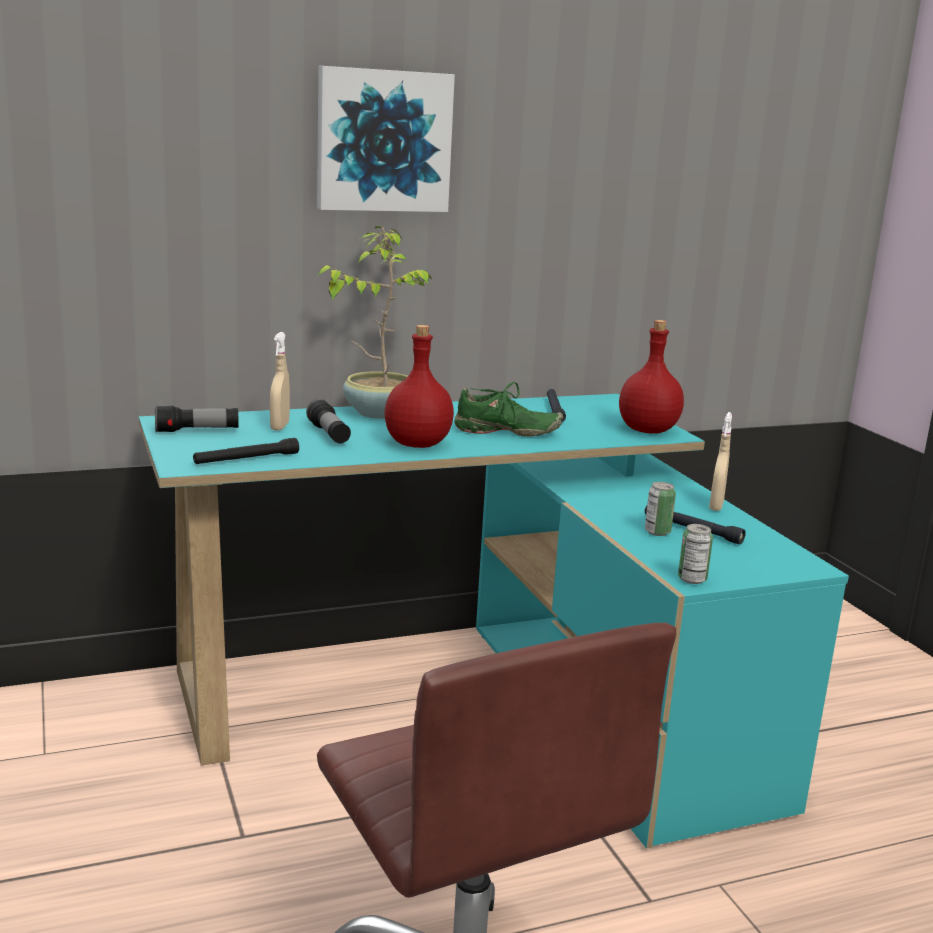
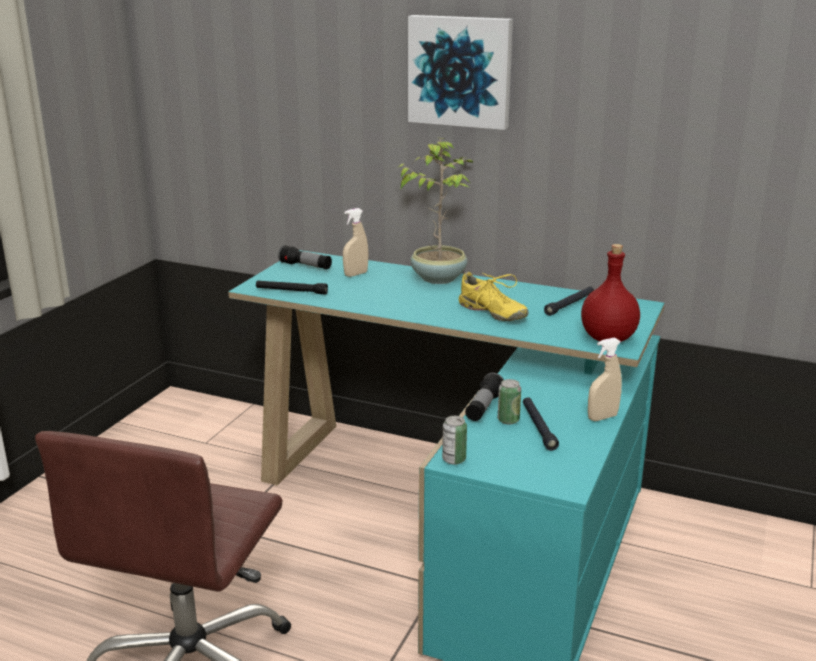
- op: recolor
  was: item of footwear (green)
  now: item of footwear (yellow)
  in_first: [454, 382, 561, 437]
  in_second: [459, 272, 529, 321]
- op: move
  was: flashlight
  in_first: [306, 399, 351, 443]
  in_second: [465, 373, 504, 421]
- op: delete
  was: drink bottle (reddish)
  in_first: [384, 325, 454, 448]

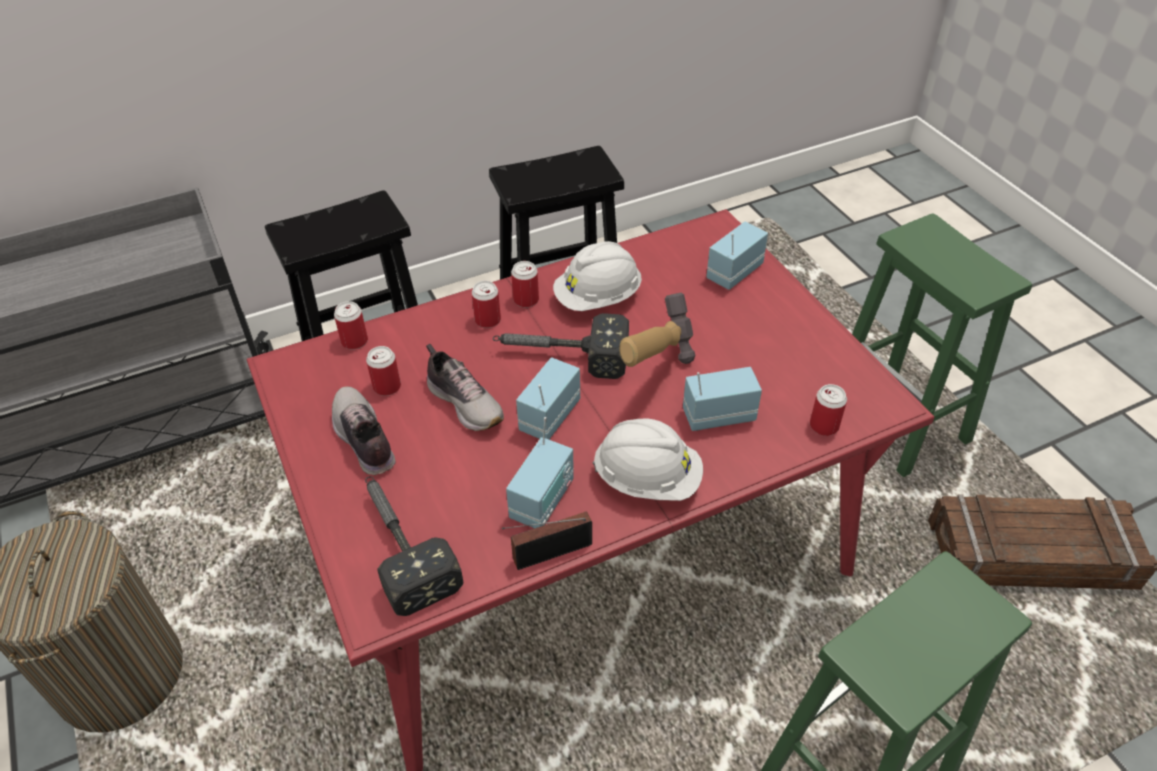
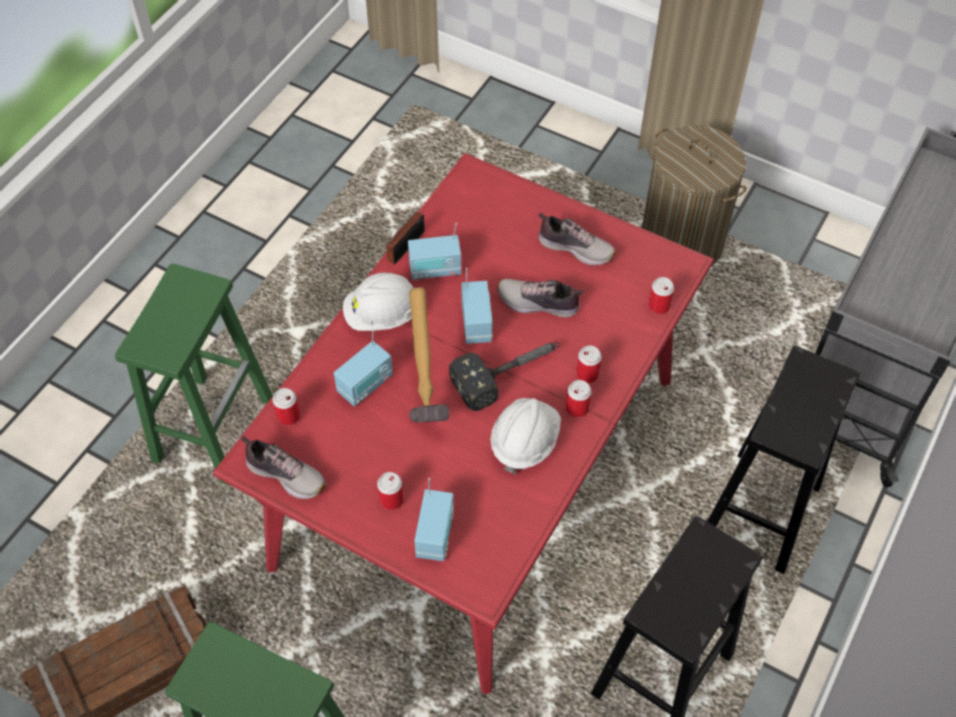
- op: insert
  now: item of footwear
  in_second: [241, 436, 326, 500]
- op: move
  was: sealed can
  in_first: [366, 346, 401, 396]
  in_second: [377, 472, 404, 510]
- op: rotate
  was: radio set
  in_first: [506, 417, 574, 528]
  in_second: [408, 223, 461, 280]
  clockwise: -90
- op: delete
  was: hand hammer
  in_first: [365, 476, 464, 616]

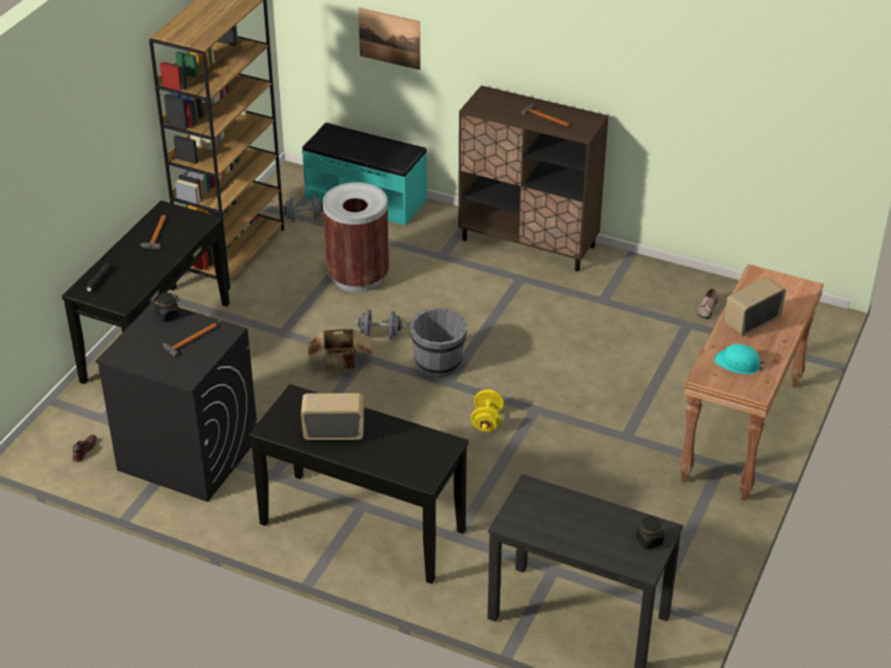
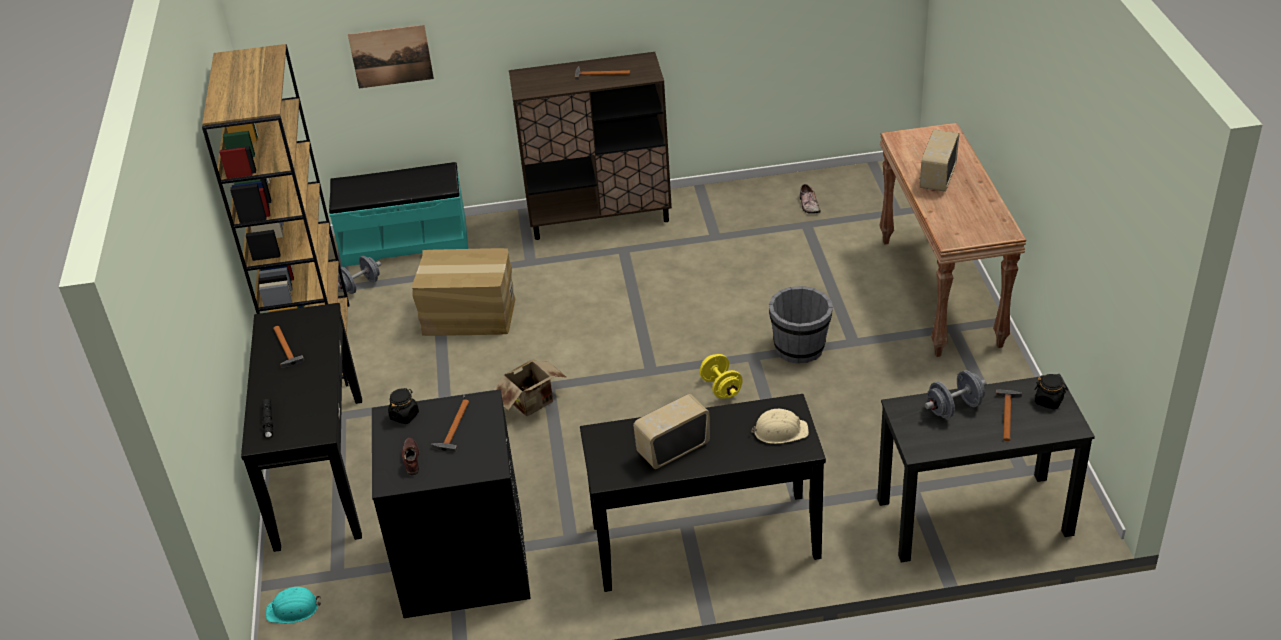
- op: move
  was: hard hat (blue-green)
  in_first: [714, 344, 765, 375]
  in_second: [266, 587, 321, 623]
- op: move
  was: item of footwear (brown-coloured)
  in_first: [72, 434, 97, 462]
  in_second: [402, 438, 419, 476]
- op: replace
  was: trash can (brown-coloured)
  now: carton
  in_first: [323, 182, 389, 293]
  in_second: [412, 248, 515, 336]
- op: insert
  now: hard hat (beige-coloured)
  in_second: [751, 409, 809, 444]
- op: move
  was: pail (grey)
  in_first: [410, 308, 467, 378]
  in_second: [769, 286, 833, 364]
- op: move
  was: free weight (grey)
  in_first: [354, 309, 406, 339]
  in_second: [925, 370, 987, 419]
- op: insert
  now: hand hammer
  in_second: [996, 389, 1022, 441]

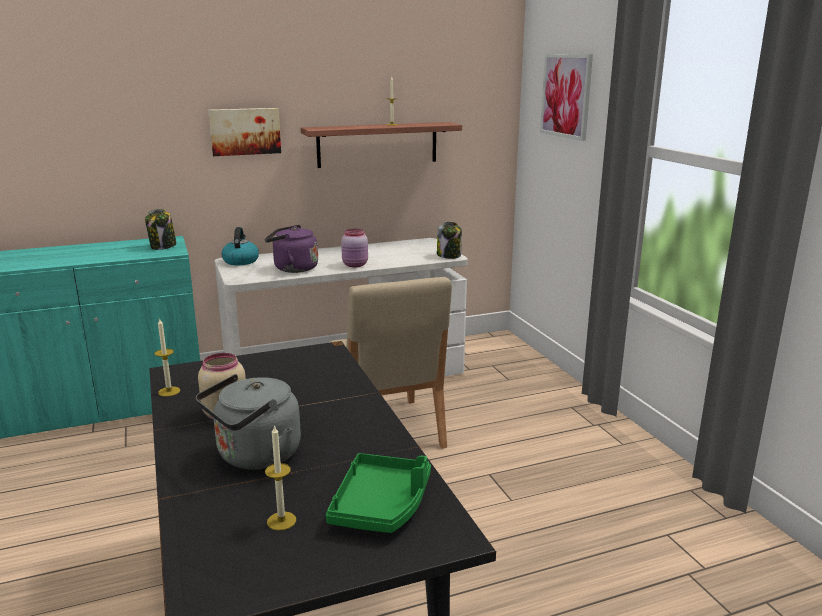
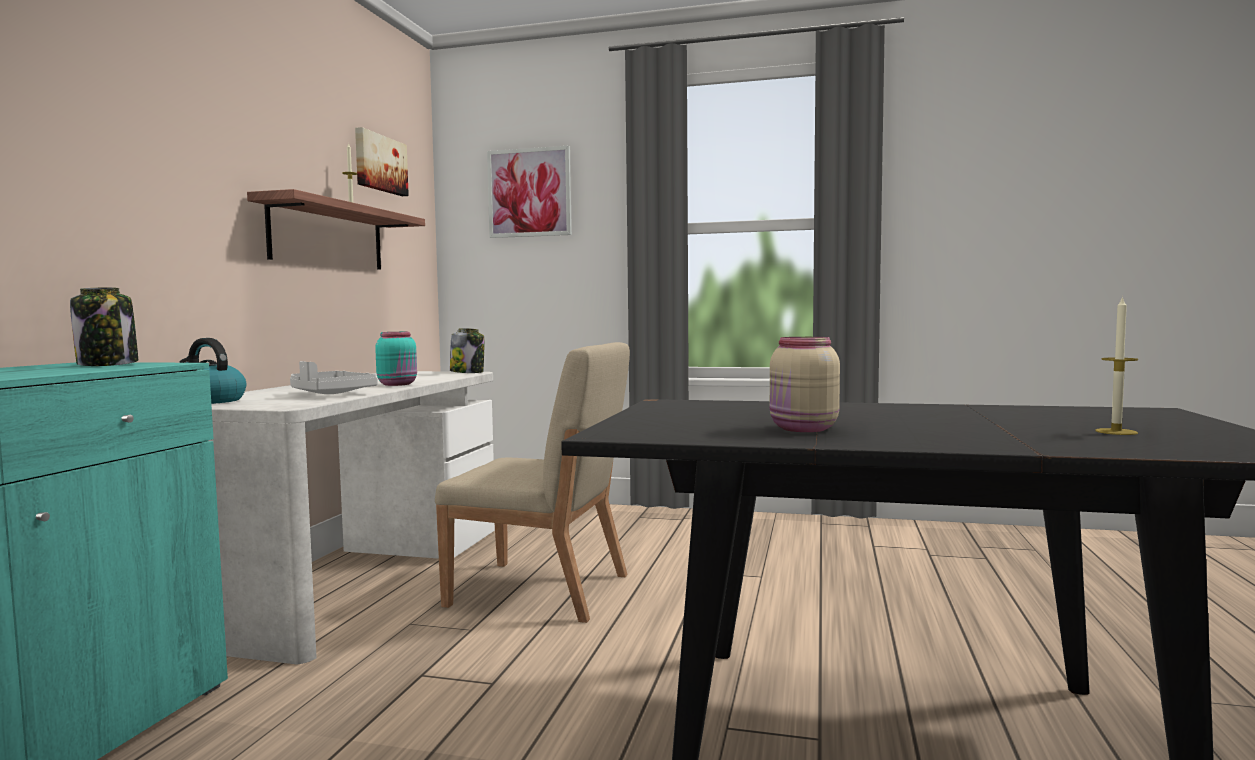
- op: replace
  was: tea kettle (purple-coloured)
  now: tray (grey)
  in_first: [265, 225, 318, 273]
  in_second: [290, 361, 378, 394]
- op: move
  was: wall picture
  in_first: [208, 108, 281, 156]
  in_second: [355, 127, 409, 196]
- op: recolor
  was: preserve jar (pink-coloured)
  now: preserve jar (blue-green)
  in_first: [341, 229, 368, 267]
  in_second: [375, 332, 417, 386]
- op: delete
  was: candle
  in_first: [155, 319, 180, 397]
- op: delete
  was: tea kettle (grey)
  in_first: [196, 374, 301, 470]
- op: delete
  was: tray (green)
  in_first: [326, 453, 431, 533]

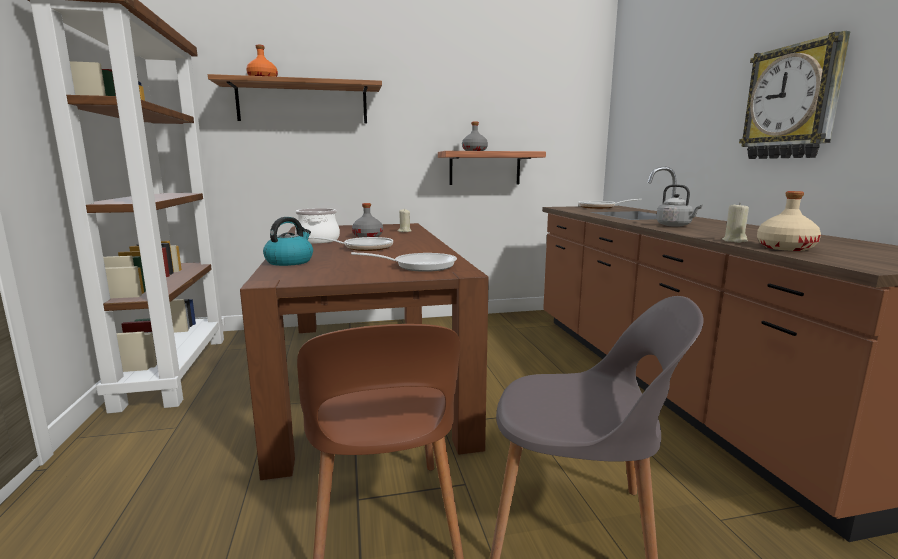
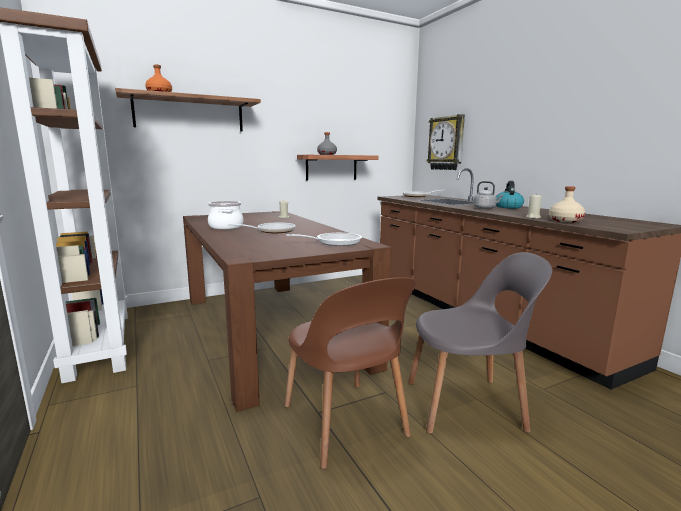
- op: move
  was: hanging clock
  in_first: [739, 31, 850, 159]
  in_second: [427, 114, 465, 170]
- op: move
  was: tea kettle
  in_first: [263, 217, 313, 266]
  in_second: [496, 181, 524, 208]
- op: delete
  was: drink bottle (grey)
  in_first: [352, 203, 383, 238]

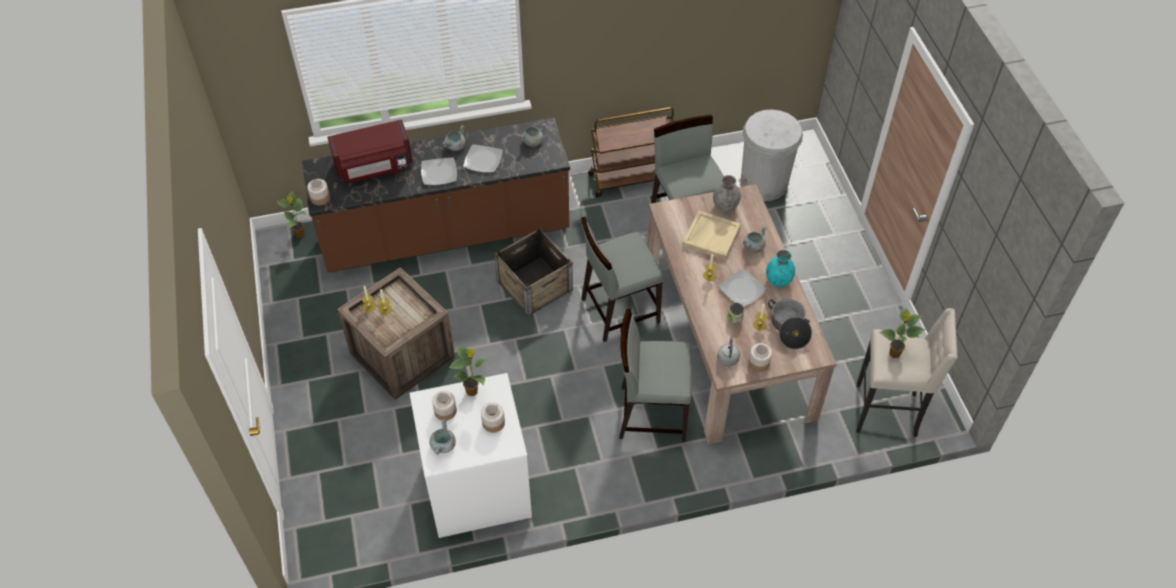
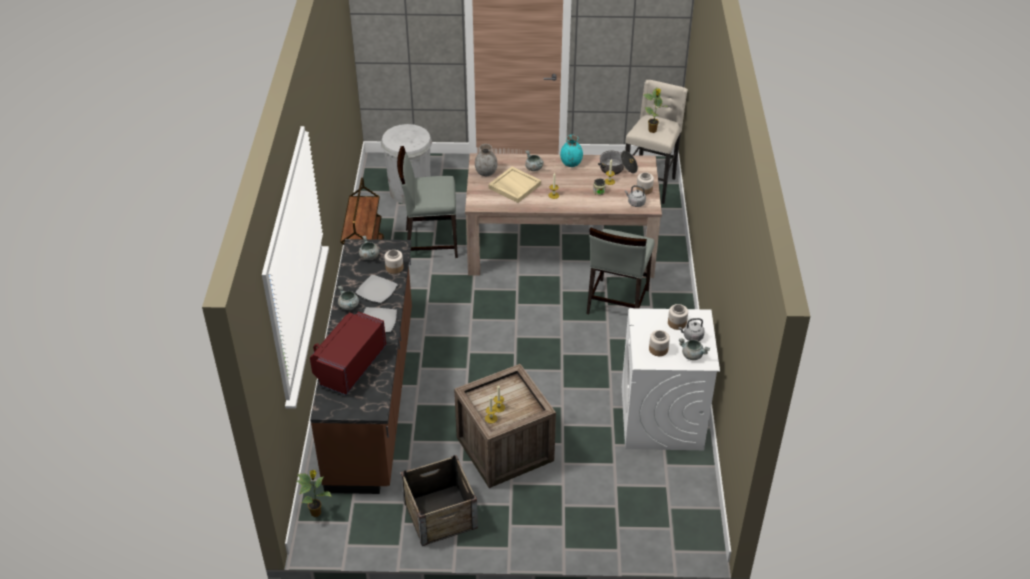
- op: rotate
  was: kitchen microwave (reddish)
  in_first: [328, 119, 413, 184]
  in_second: [310, 312, 386, 396]
  clockwise: -150
- op: move
  was: preserve jar
  in_first: [307, 179, 330, 205]
  in_second: [385, 250, 403, 274]
- op: move
  was: packing crate
  in_first: [494, 228, 573, 316]
  in_second: [401, 455, 478, 546]
- op: insert
  now: tea kettle (grey)
  in_second: [678, 318, 704, 341]
- op: delete
  was: houseplant
  in_first: [449, 346, 488, 396]
- op: delete
  was: upright chair (grey)
  in_first: [581, 217, 664, 342]
- op: delete
  was: plate
  in_first: [719, 269, 767, 307]

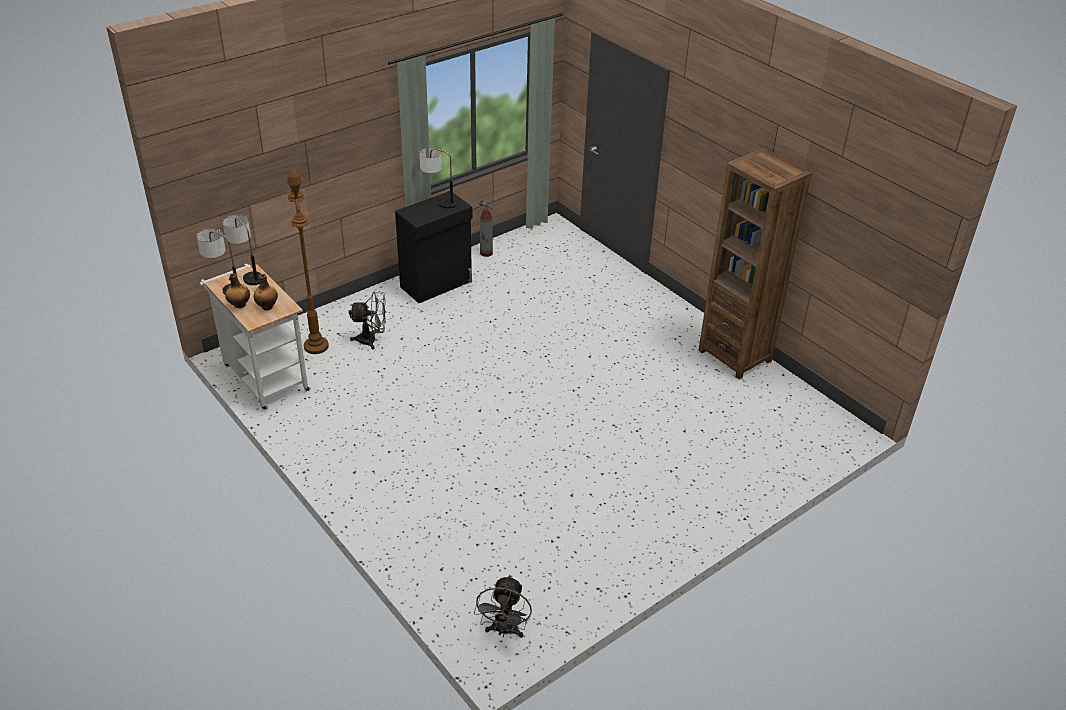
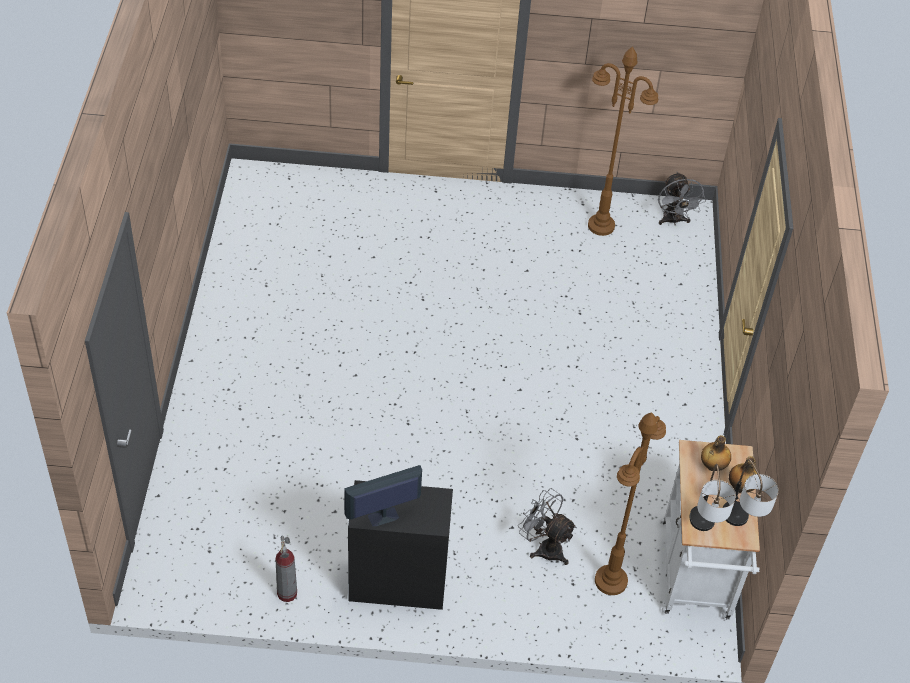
- op: replace
  was: tabletop lamp
  now: monitor
  in_first: [419, 147, 456, 208]
  in_second: [344, 465, 422, 526]
- op: insert
  now: standing lamp (brown-coloured)
  in_second: [588, 47, 658, 236]
- op: rotate
  was: electric fan (grey)
  in_first: [474, 575, 532, 638]
  in_second: [658, 172, 706, 225]
  clockwise: 120
- op: delete
  was: bookshelf (brown-coloured)
  in_first: [698, 148, 812, 380]

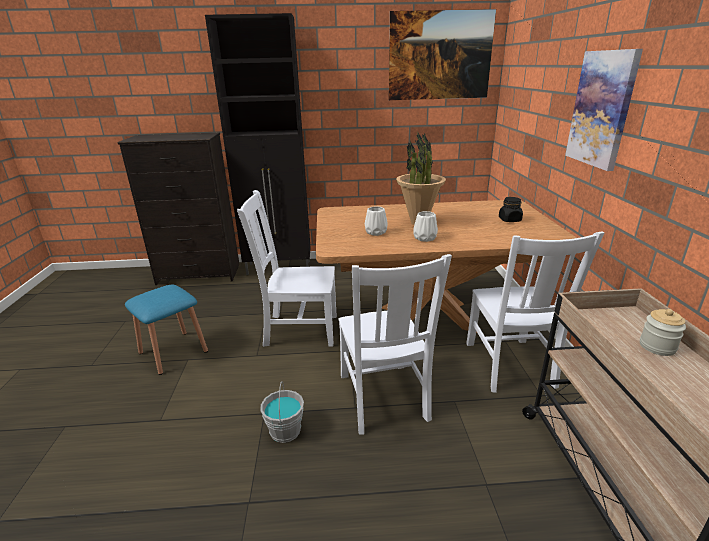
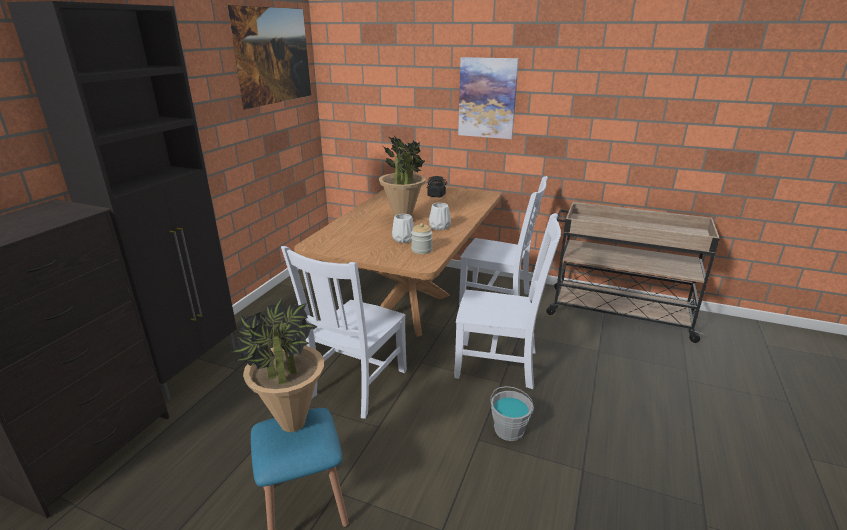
- op: insert
  now: houseplant
  in_second: [231, 298, 324, 432]
- op: move
  was: preserve jar
  in_first: [640, 309, 686, 356]
  in_second: [411, 223, 433, 254]

